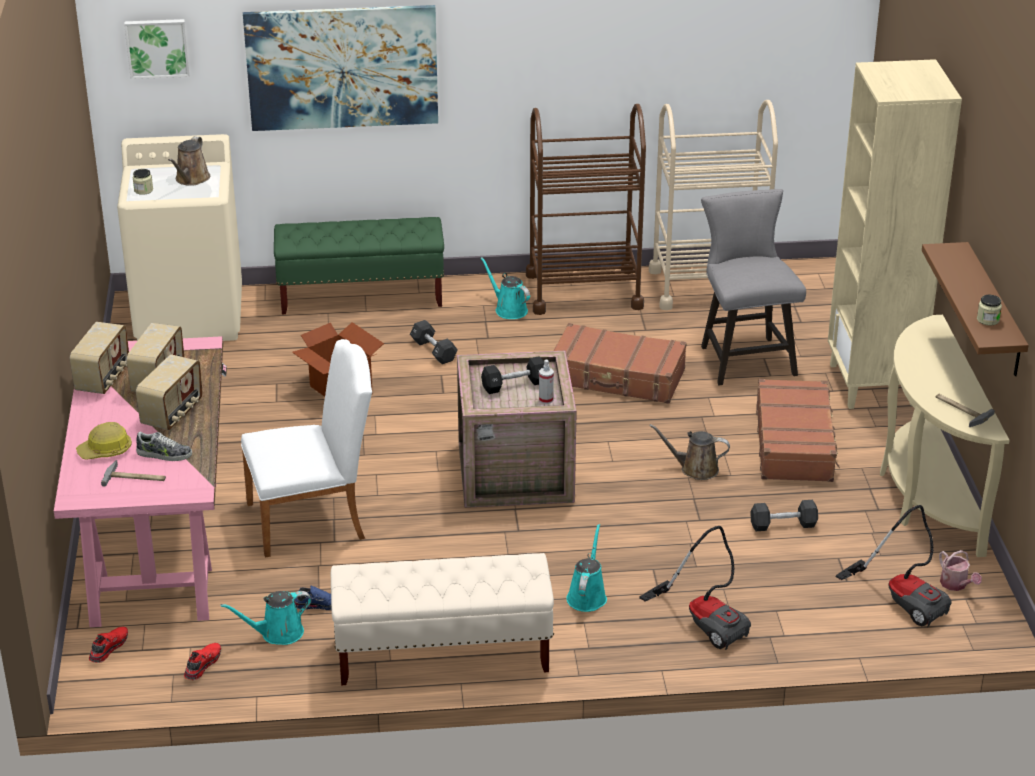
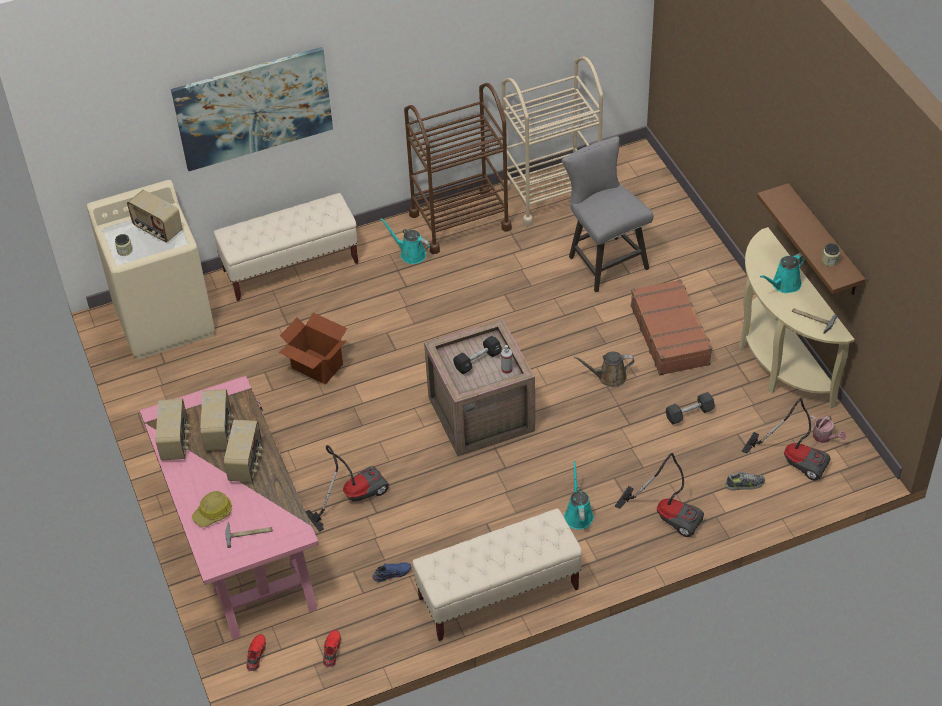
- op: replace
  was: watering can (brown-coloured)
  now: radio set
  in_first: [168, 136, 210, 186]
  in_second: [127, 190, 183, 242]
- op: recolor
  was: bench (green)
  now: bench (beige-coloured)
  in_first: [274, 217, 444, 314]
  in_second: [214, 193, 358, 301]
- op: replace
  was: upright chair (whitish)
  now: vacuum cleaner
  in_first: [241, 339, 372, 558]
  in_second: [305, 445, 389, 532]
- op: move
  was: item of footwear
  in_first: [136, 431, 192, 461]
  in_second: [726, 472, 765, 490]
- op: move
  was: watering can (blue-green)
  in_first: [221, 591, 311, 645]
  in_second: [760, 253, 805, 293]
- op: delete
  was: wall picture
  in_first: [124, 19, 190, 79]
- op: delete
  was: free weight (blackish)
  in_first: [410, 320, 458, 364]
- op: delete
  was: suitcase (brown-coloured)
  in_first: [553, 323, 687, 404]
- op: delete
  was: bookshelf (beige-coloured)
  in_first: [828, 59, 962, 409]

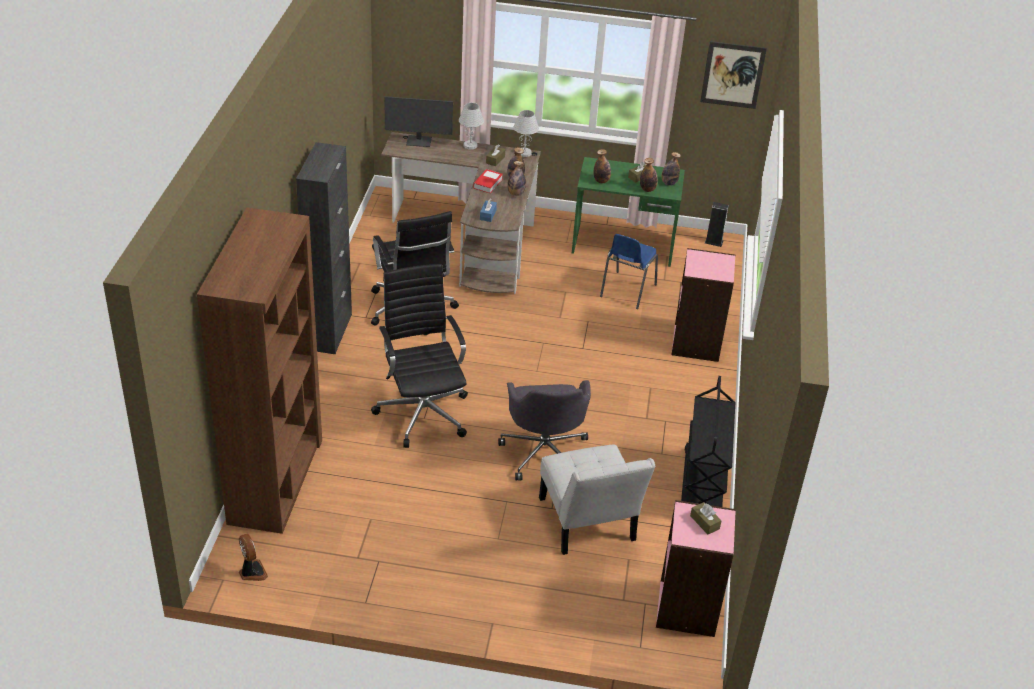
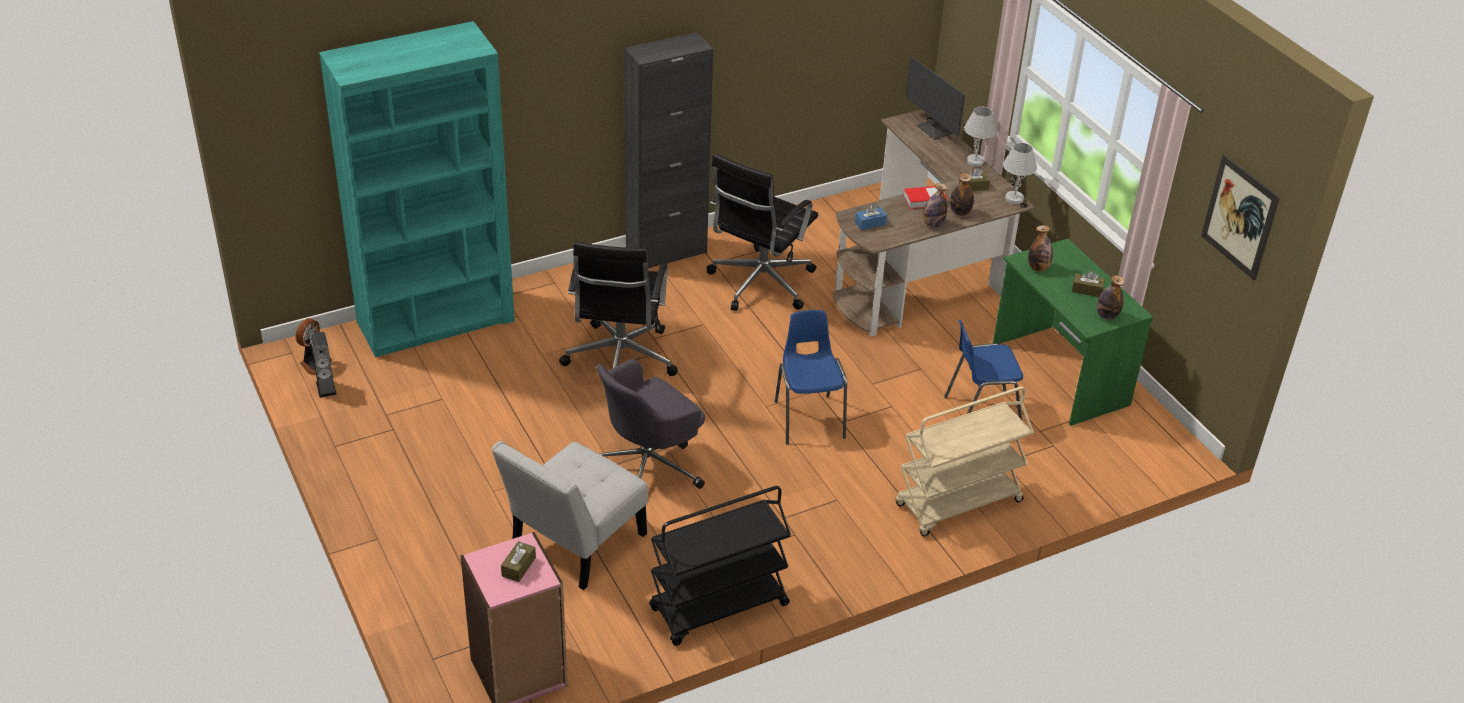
- op: move
  was: speaker
  in_first: [705, 202, 729, 247]
  in_second: [310, 332, 337, 398]
- op: recolor
  was: bookshelf (brown-coloured)
  now: bookshelf (blue-green)
  in_first: [197, 208, 322, 534]
  in_second: [319, 21, 515, 357]
- op: rotate
  was: computer chair (blackish)
  in_first: [371, 264, 468, 448]
  in_second: [559, 242, 678, 376]
  clockwise: 150
- op: insert
  now: upright chair (blue)
  in_second: [775, 310, 847, 445]
- op: replace
  was: bookshelf (pink-coloured)
  now: cart (beige-coloured)
  in_first: [671, 248, 736, 362]
  in_second: [895, 386, 1034, 537]
- op: delete
  was: drink bottle
  in_first: [640, 158, 658, 192]

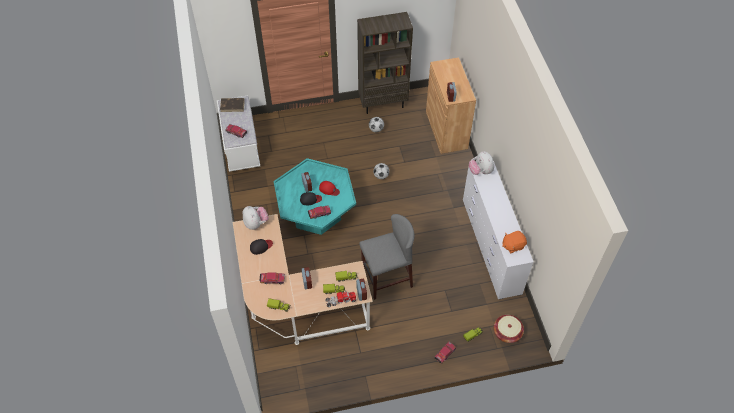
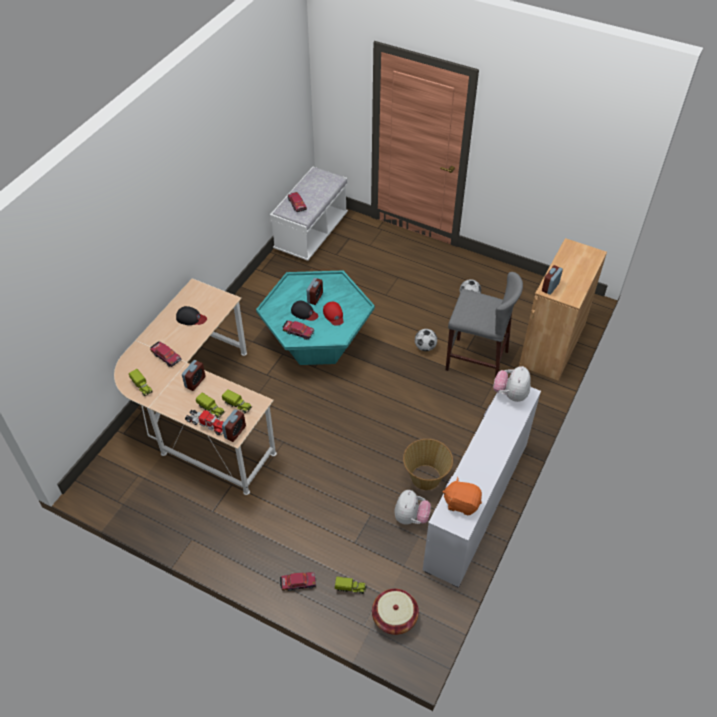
- op: move
  was: cuddly toy
  in_first: [243, 206, 269, 230]
  in_second: [394, 490, 431, 525]
- op: insert
  now: storage basket
  in_second: [403, 439, 453, 490]
- op: move
  was: stool seat (grey)
  in_first: [359, 214, 414, 300]
  in_second: [446, 272, 523, 377]
- op: delete
  was: volume (brown-coloured)
  in_first: [220, 98, 245, 112]
- op: delete
  was: bookshelf (brown-coloured)
  in_first: [357, 12, 413, 114]

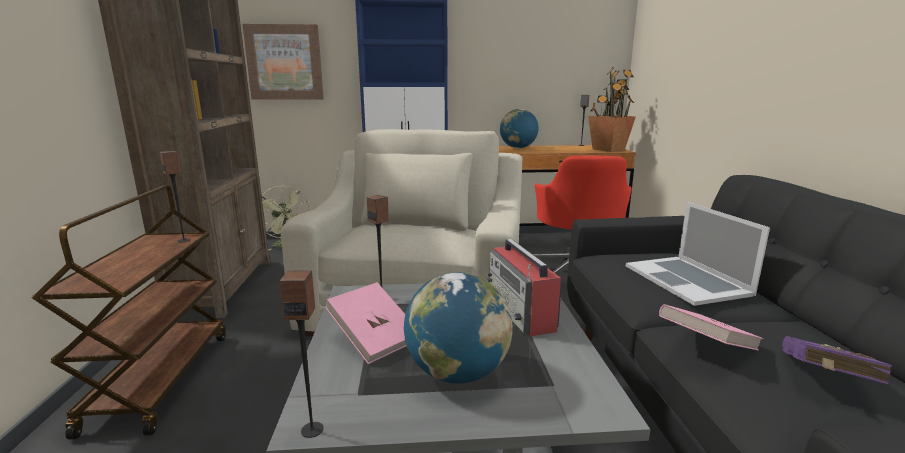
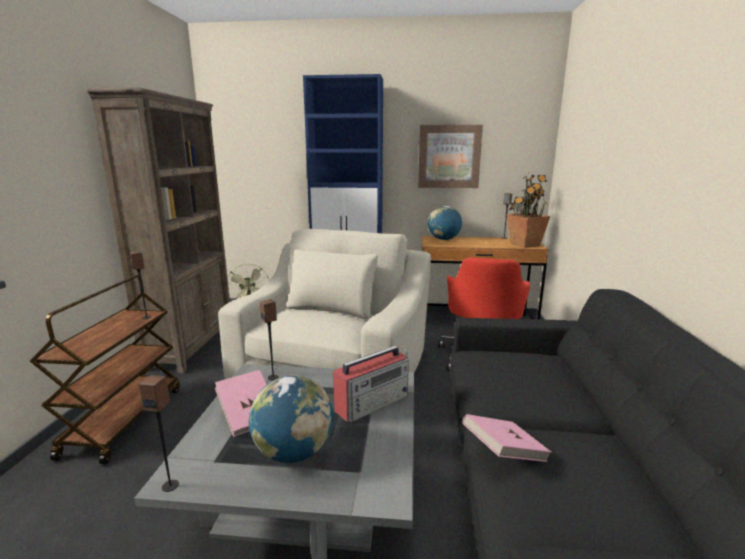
- op: rotate
  was: radio set
  in_first: [487, 239, 562, 337]
  in_second: [333, 346, 409, 422]
  clockwise: -120
- op: move
  was: wall picture
  in_first: [242, 24, 324, 100]
  in_second: [418, 125, 483, 188]
- op: delete
  was: notebook computer
  in_first: [626, 202, 770, 306]
- op: delete
  was: volume (purple-coloured)
  in_first: [782, 336, 892, 384]

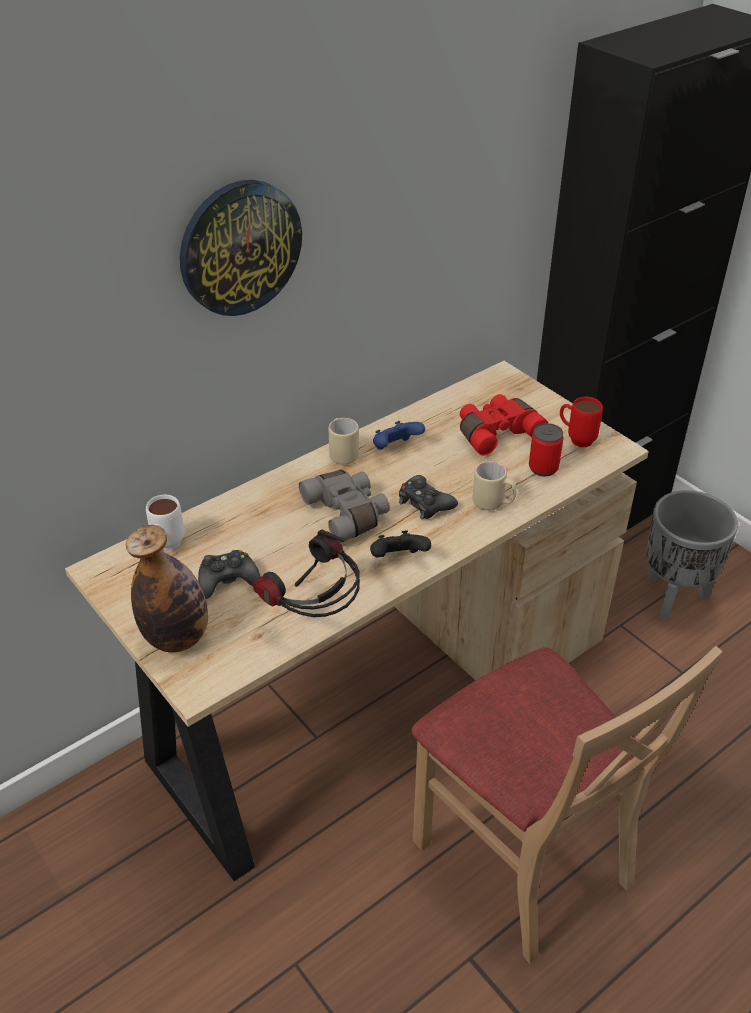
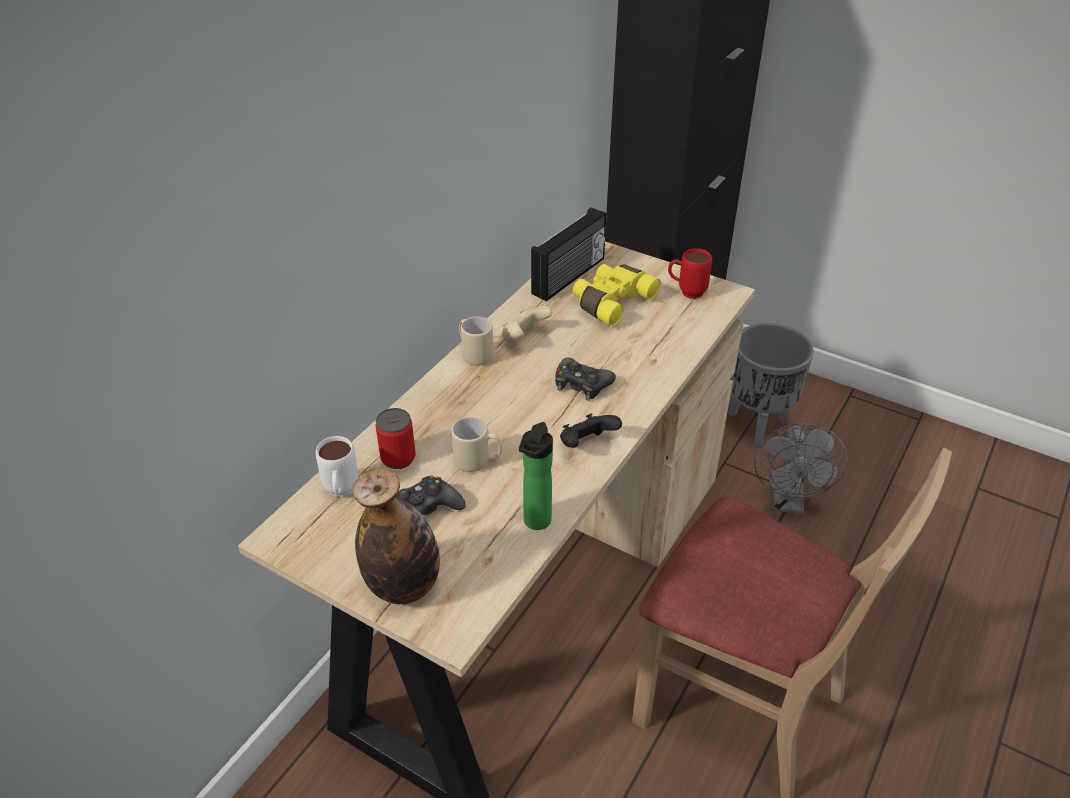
- op: move
  was: sealed can
  in_first: [529, 423, 563, 476]
  in_second: [375, 408, 416, 469]
- op: move
  was: tea mug (beige-coloured)
  in_first: [473, 461, 517, 510]
  in_second: [451, 417, 502, 472]
- op: recolor
  was: gamepad (blue)
  now: gamepad (beige-coloured)
  in_first: [373, 421, 425, 449]
  in_second: [501, 306, 552, 342]
- op: replace
  was: headset
  now: drink bottle
  in_first: [253, 529, 360, 617]
  in_second: [519, 422, 553, 530]
- op: insert
  now: radio set
  in_second: [531, 207, 606, 301]
- op: recolor
  was: pair of binoculars (reddish)
  now: pair of binoculars (yellow)
  in_first: [460, 394, 548, 456]
  in_second: [573, 264, 661, 326]
- op: insert
  now: electric fan (grey)
  in_second: [754, 423, 847, 514]
- op: delete
  was: hanging clock
  in_first: [180, 180, 302, 316]
- op: delete
  was: pair of binoculars (grey)
  in_first: [299, 470, 390, 543]

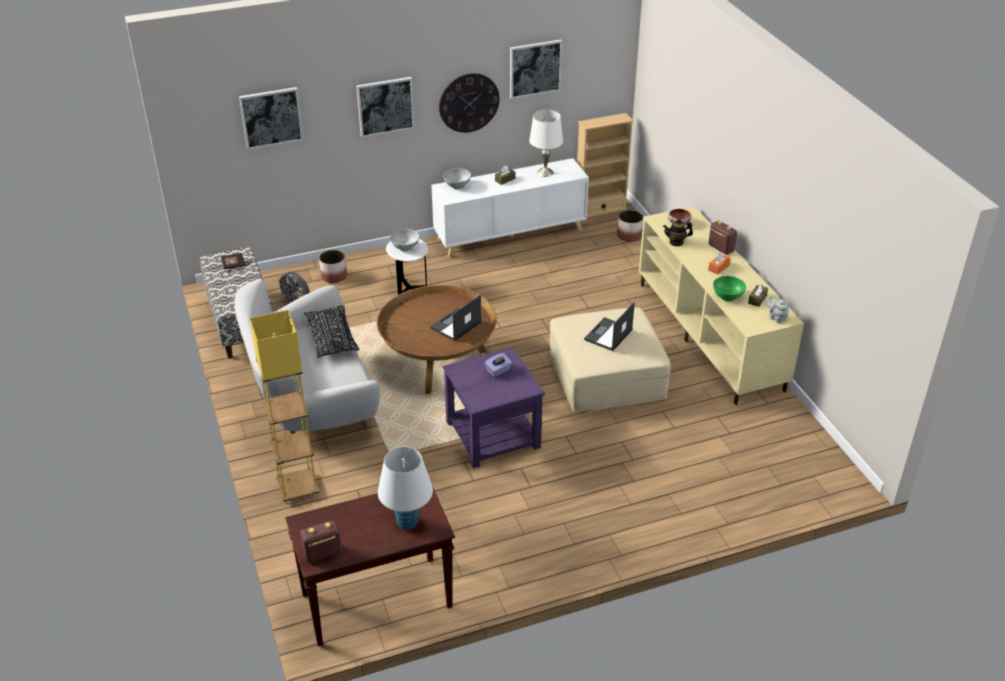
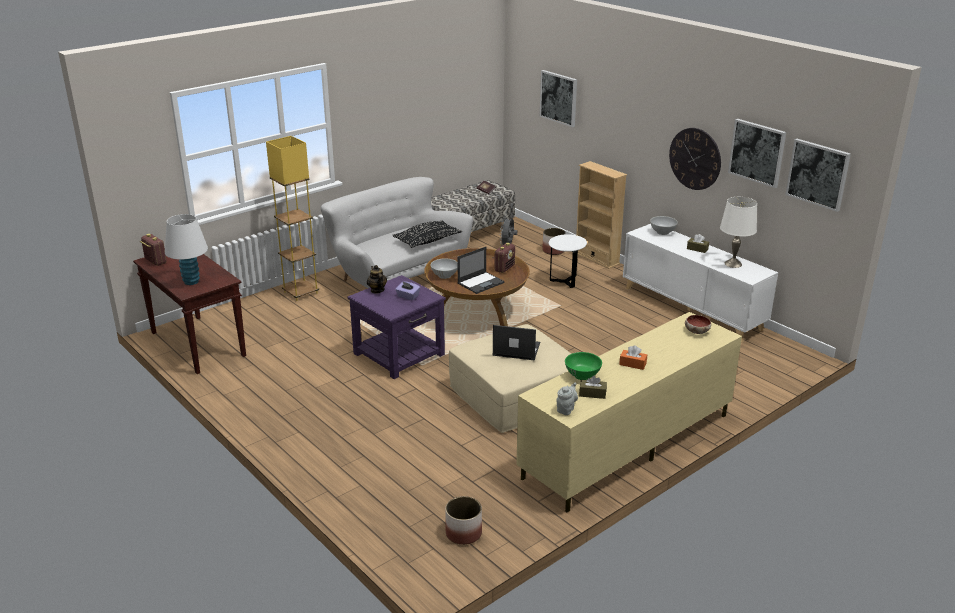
- op: move
  was: teapot
  in_first: [663, 218, 693, 246]
  in_second: [367, 265, 387, 294]
- op: move
  was: serving bowl (whitish)
  in_first: [390, 229, 420, 251]
  in_second: [431, 258, 458, 279]
- op: move
  was: flower pot
  in_first: [617, 210, 643, 242]
  in_second: [445, 496, 482, 545]
- op: rotate
  was: notebook computer
  in_first: [430, 295, 482, 341]
  in_second: [457, 247, 505, 294]
  clockwise: 120
- op: move
  was: radio set
  in_first: [709, 221, 737, 255]
  in_second: [494, 243, 515, 273]
- op: move
  was: bookshelf (beige-coloured)
  in_first: [577, 113, 634, 217]
  in_second: [576, 161, 627, 269]
- op: move
  was: wall picture
  in_first: [357, 77, 415, 138]
  in_second: [785, 139, 851, 212]

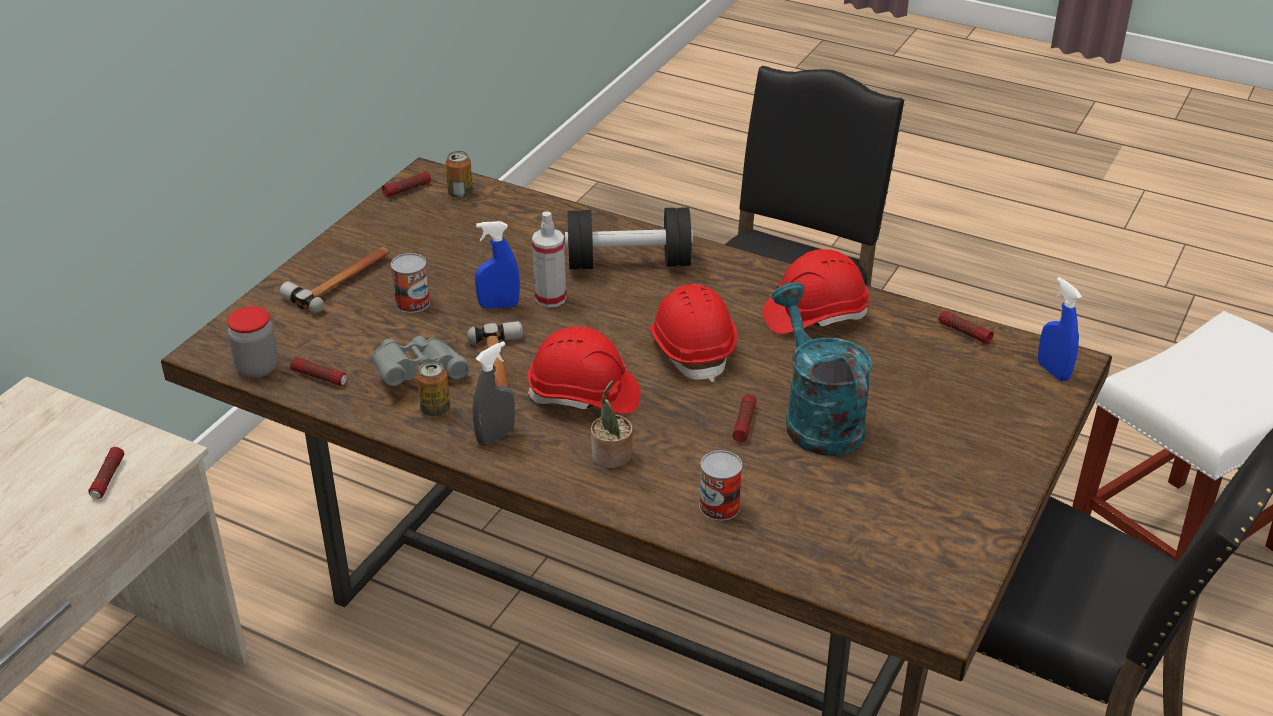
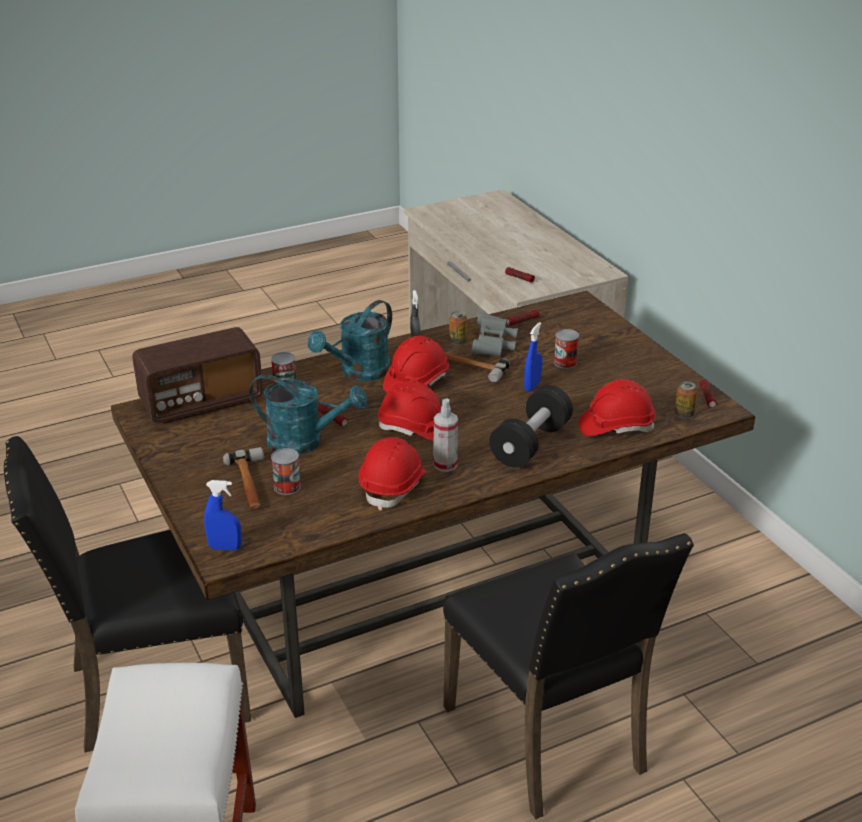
- op: insert
  now: radio set
  in_second: [132, 327, 263, 424]
- op: move
  was: hand hammer
  in_first: [279, 247, 390, 314]
  in_second: [223, 447, 264, 508]
- op: insert
  now: sealed can
  in_second: [271, 448, 301, 495]
- op: replace
  was: houseplant
  now: watering can (blue-green)
  in_first: [591, 381, 633, 468]
  in_second: [308, 300, 392, 381]
- op: move
  was: hand sprayer
  in_first: [532, 211, 566, 308]
  in_second: [434, 398, 458, 472]
- op: insert
  now: hard hat (reddish)
  in_second: [579, 379, 656, 436]
- op: delete
  was: preserve jar
  in_first: [227, 306, 278, 378]
- op: delete
  was: flashlight
  in_first: [939, 311, 994, 344]

